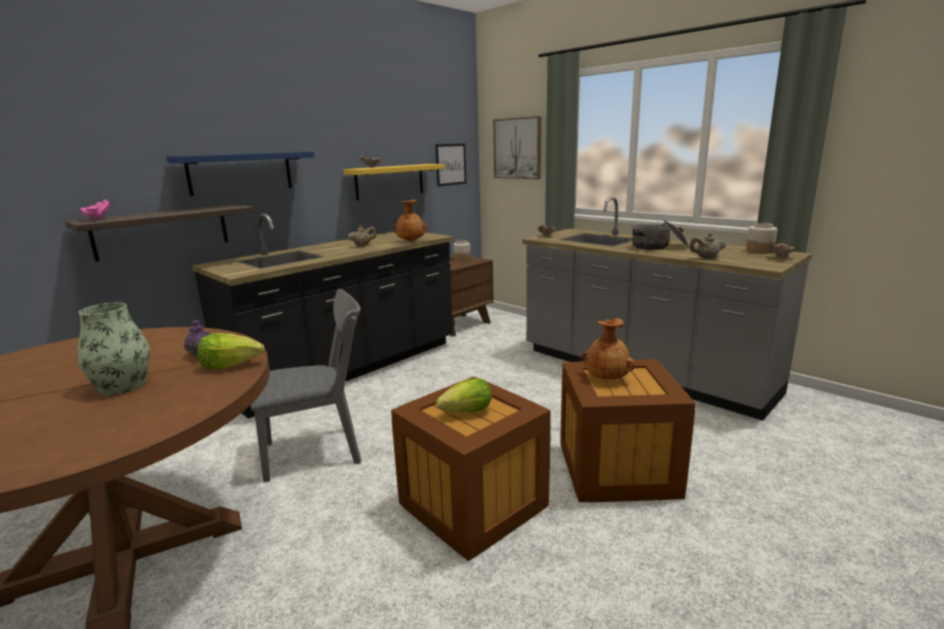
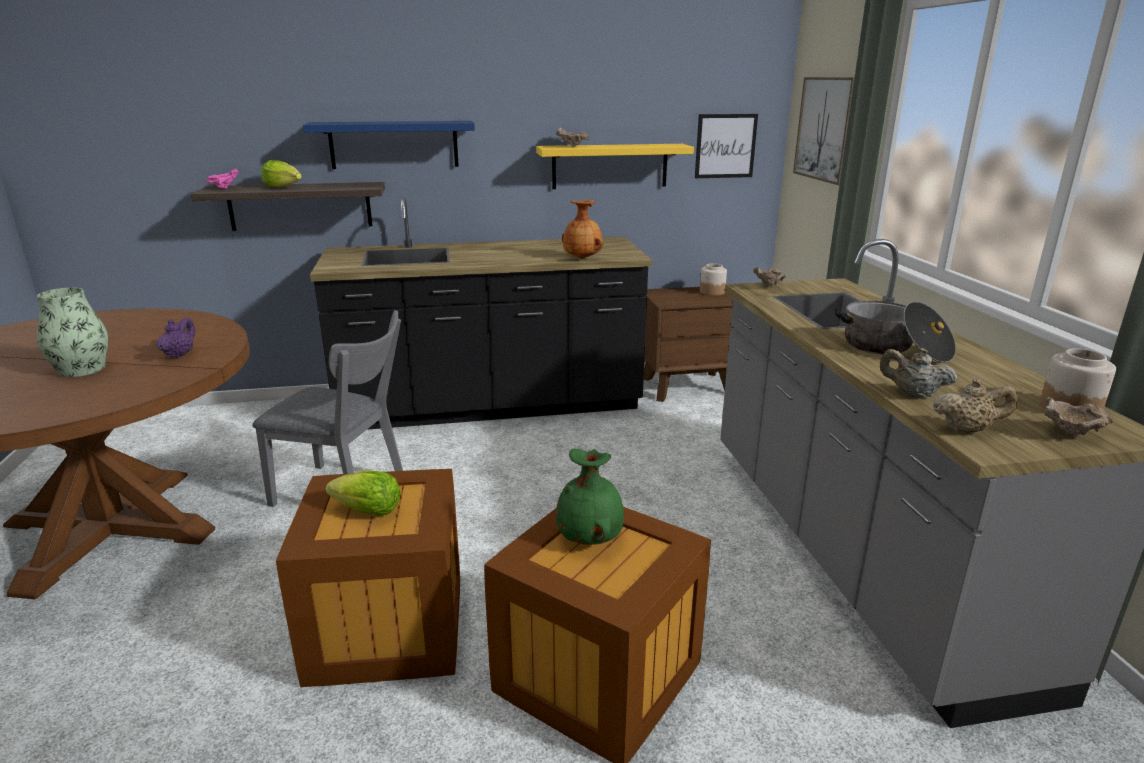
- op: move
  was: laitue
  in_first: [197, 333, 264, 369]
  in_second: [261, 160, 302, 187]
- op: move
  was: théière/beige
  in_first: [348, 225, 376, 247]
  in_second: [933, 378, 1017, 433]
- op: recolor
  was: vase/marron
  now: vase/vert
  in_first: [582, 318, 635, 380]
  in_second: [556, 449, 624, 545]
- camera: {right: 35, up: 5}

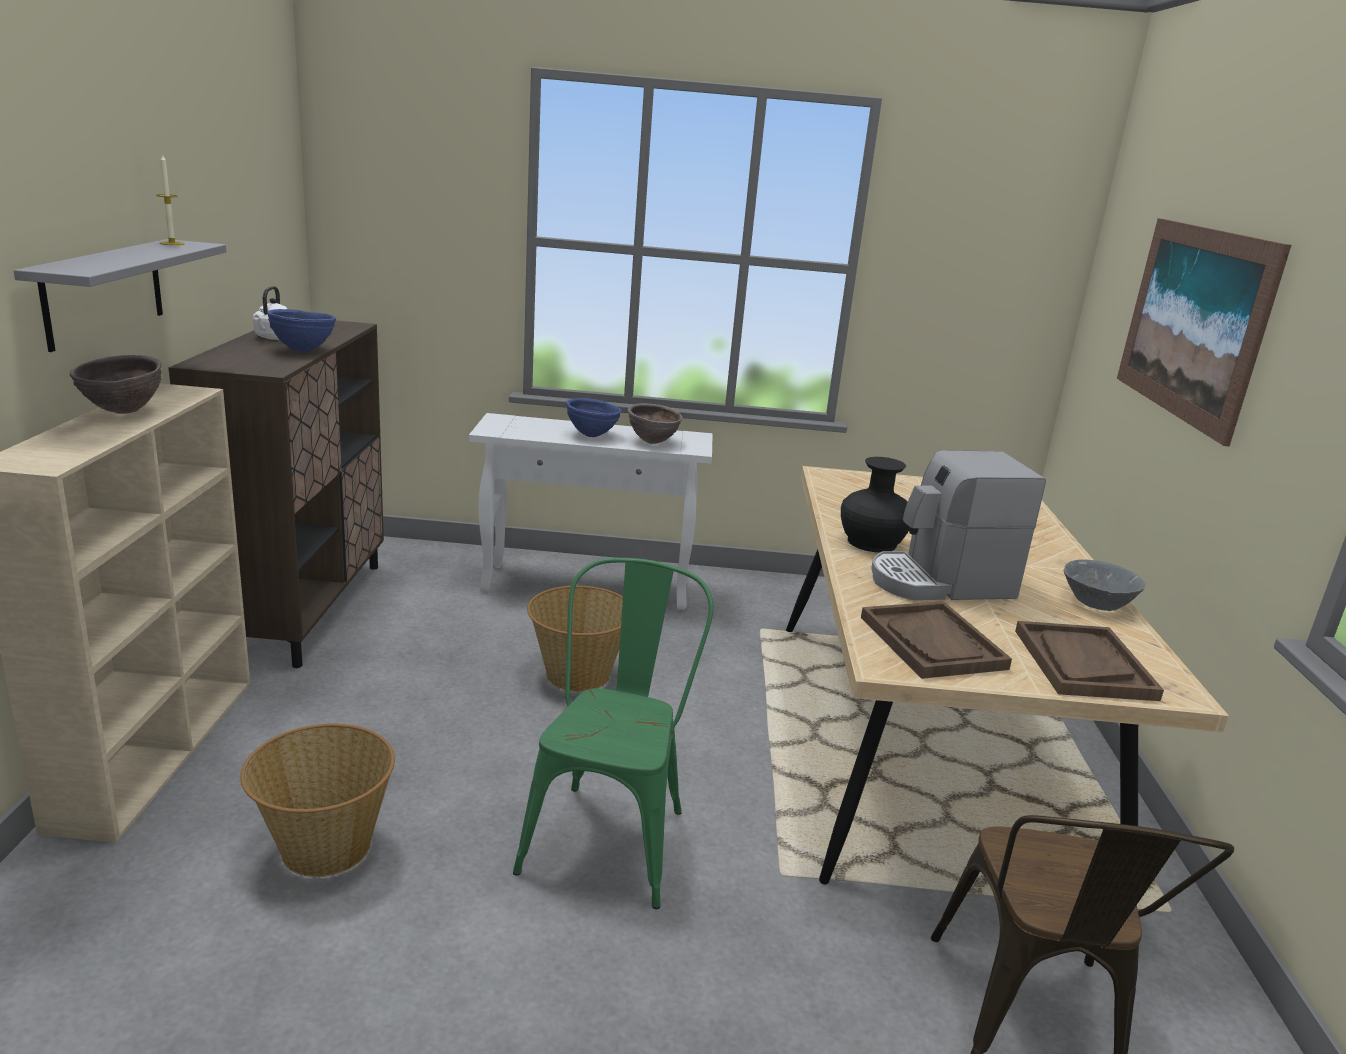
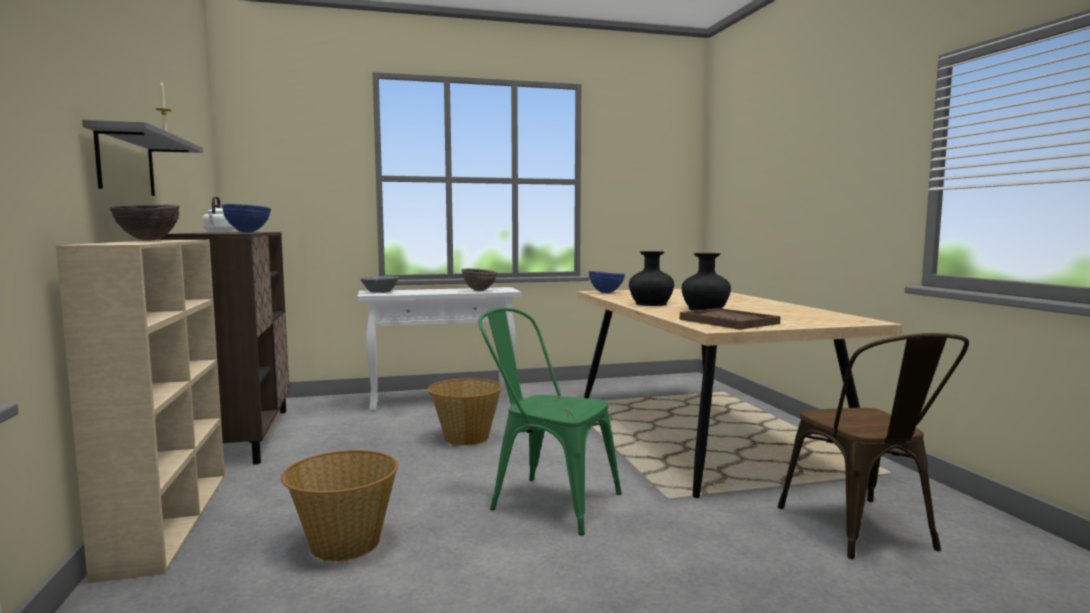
- op: delete
  was: plateau/marron
  in_first: [1015, 621, 1164, 701]
- op: delete
  was: tableau
  in_first: [1117, 218, 1291, 447]
- op: move
  was: bol/bleu
  in_first: [566, 398, 622, 437]
  in_second: [589, 271, 625, 293]
- op: move
  was: bol/gris
  in_first: [1064, 559, 1146, 611]
  in_second: [360, 276, 399, 293]
- op: replace
  was: machine à café
  now: vase/noir
  in_first: [871, 450, 1046, 600]
  in_second: [681, 253, 731, 311]
- op: rotate
  was: chaise/vert
  in_first: [513, 558, 714, 909]
  in_second: [478, 308, 622, 535]
  clockwise: -60
- camera: {right: -15, up: -15}

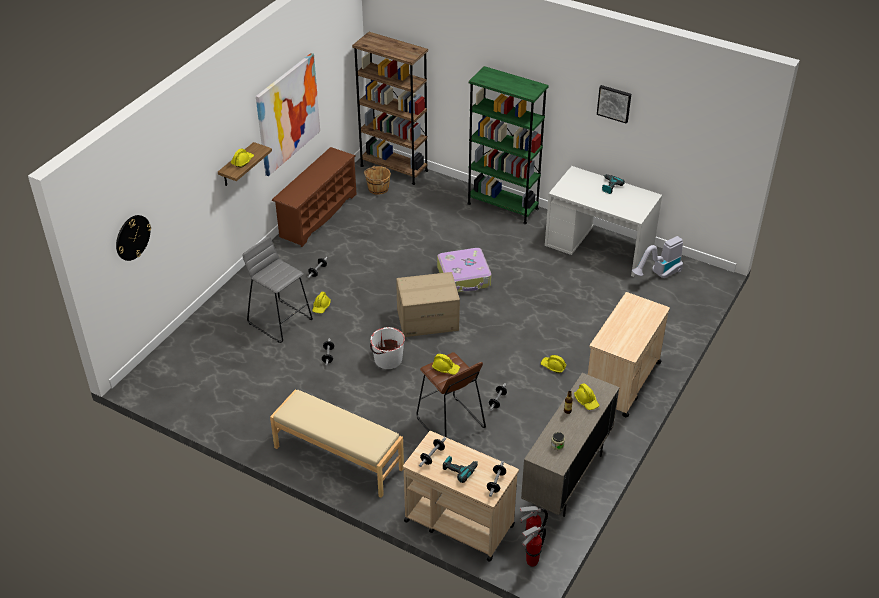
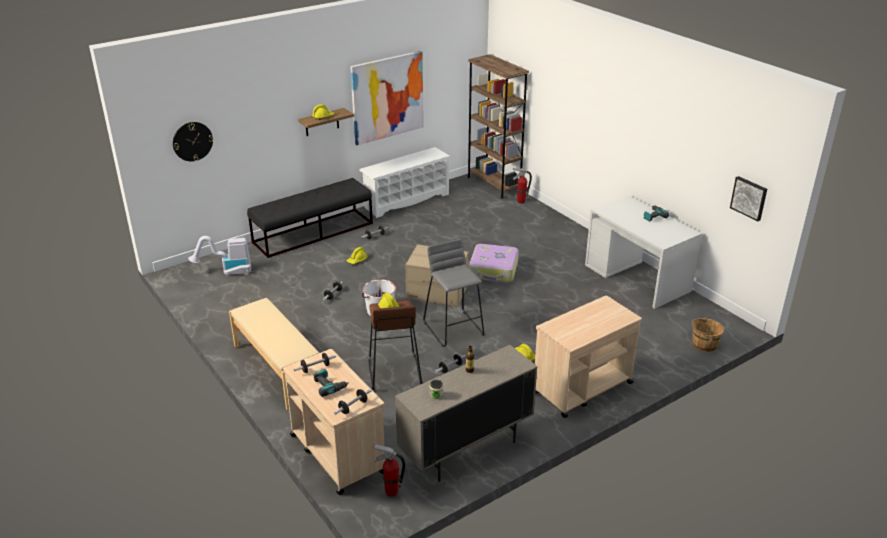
- op: delete
  was: bibliothèque/vert
  in_first: [467, 66, 549, 224]
- op: delete
  was: casque de chantier/jaune
  in_first: [574, 383, 600, 410]
- op: insert
  now: banc/noir
  in_second: [247, 178, 373, 258]
- op: move
  was: tabouret/gris
  in_first: [242, 236, 313, 343]
  in_second: [423, 239, 484, 347]
- op: move
  was: seau/marron
  in_first: [364, 166, 391, 195]
  in_second: [691, 317, 724, 352]
- op: move
  was: extincteur
  in_first: [521, 526, 546, 567]
  in_second: [513, 168, 532, 204]
- op: move
  was: tableau
  in_first: [597, 85, 631, 124]
  in_second: [730, 176, 767, 221]
- op: move
  was: aspirateur
  in_first: [632, 236, 683, 278]
  in_second: [188, 236, 251, 276]
- op: recolor
  was: étagère à chaussures/marron
  now: étagère à chaussures/blanc
  in_first: [272, 147, 357, 247]
  in_second: [359, 147, 451, 218]
- camera: {right: 25, up: -10}

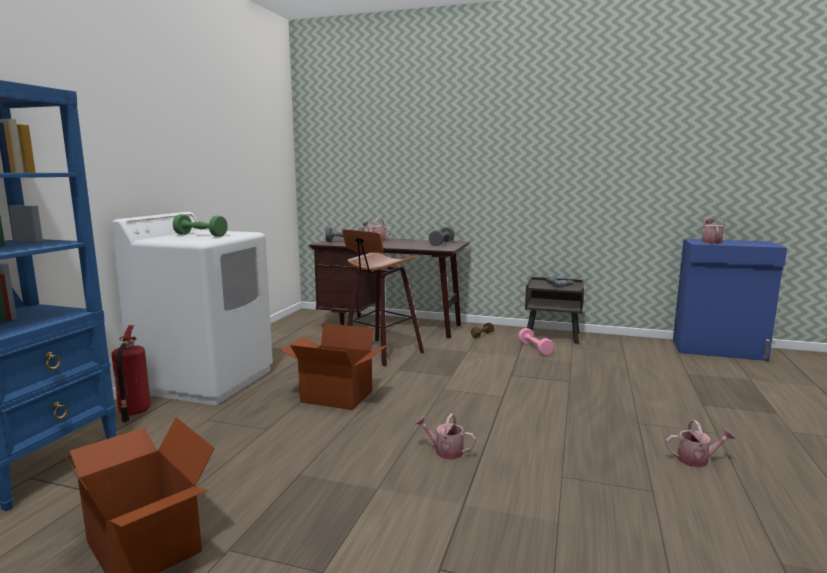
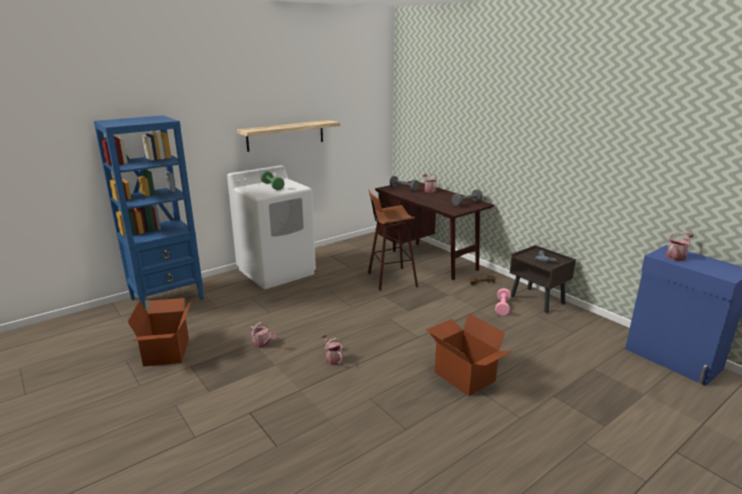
- op: delete
  was: extincteur
  in_first: [112, 325, 151, 423]
- op: insert
  now: étagère
  in_second: [237, 120, 340, 152]
- op: move
  was: carton
  in_first: [280, 323, 389, 410]
  in_second: [426, 313, 513, 396]
- op: move
  was: arrosoir
  in_first: [666, 420, 735, 467]
  in_second: [249, 322, 276, 348]
- camera: {right: 35, up: 10}

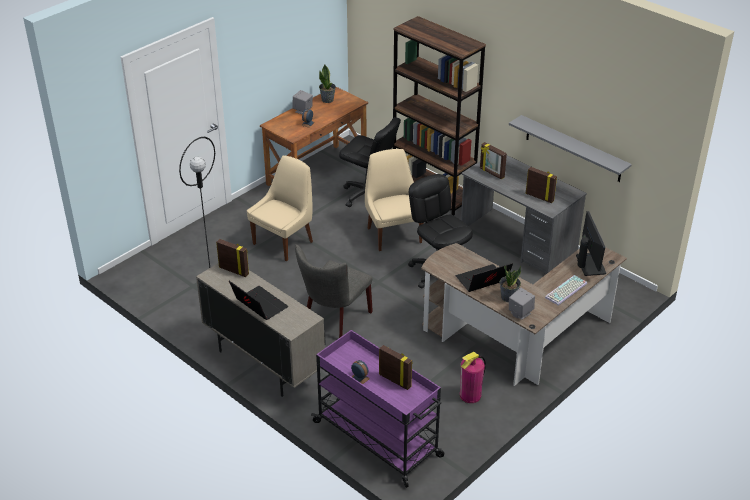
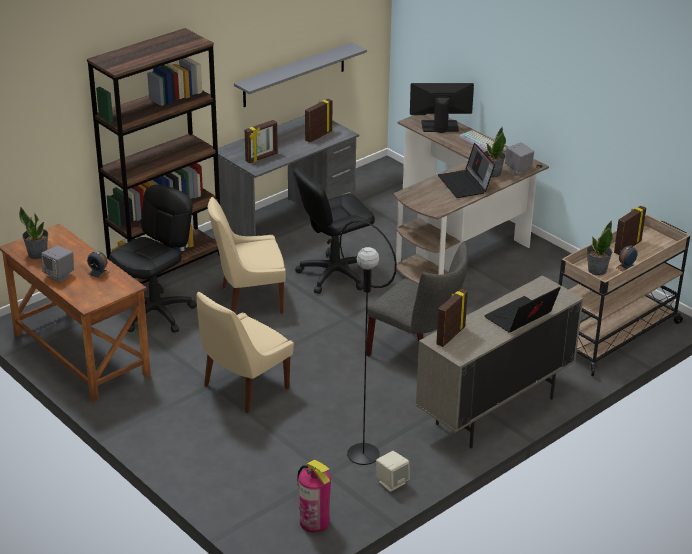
- op: insert
  now: enceinte/beige
  in_second: [376, 451, 410, 492]
- op: insert
  now: plante en pot
  in_second: [586, 220, 613, 275]
- op: move
  was: extincteur
  in_first: [460, 352, 486, 403]
  in_second: [297, 459, 331, 533]
- op: recolor
  was: chariot/violet
  now: chariot/beige
  in_first: [311, 330, 444, 488]
  in_second: [559, 215, 690, 376]
- op: rotate
  was: chaise/beige
  in_first: [247, 155, 313, 261]
  in_second: [197, 292, 294, 413]
  clockwise: -90
- camera: {right: -85, up: -5}

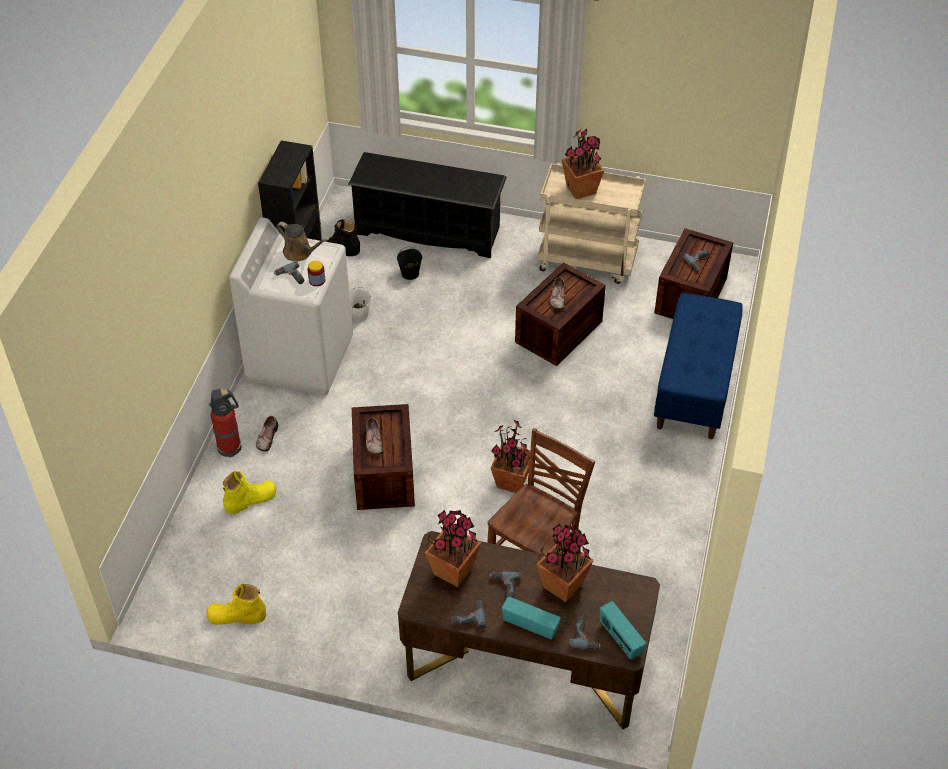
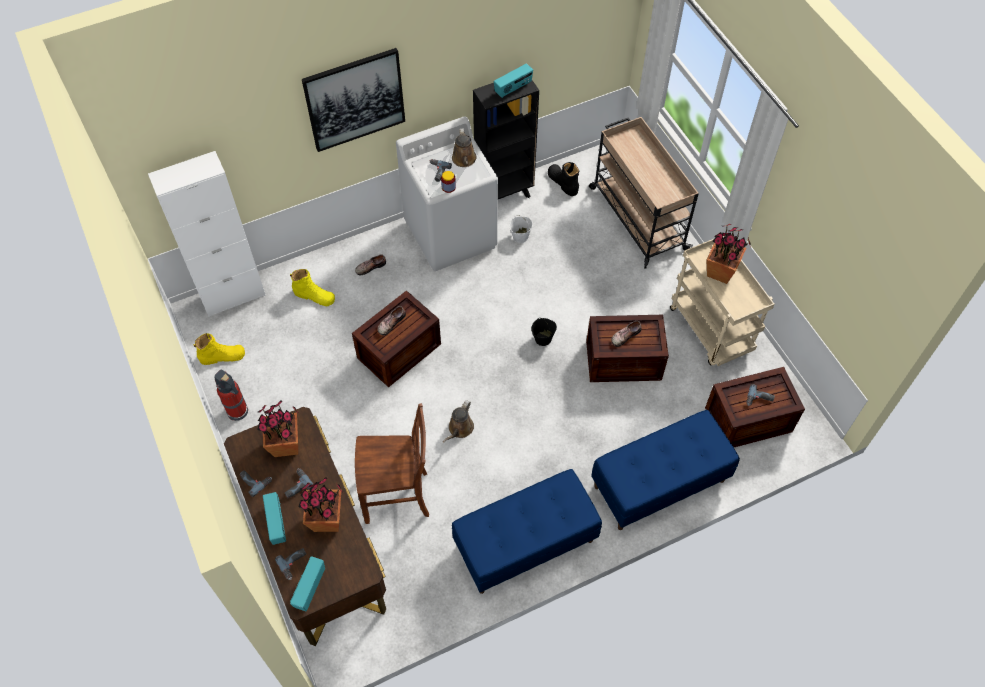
- op: insert
  now: meuble de rangement/blanc
  in_second: [148, 151, 266, 317]
- op: insert
  now: tableau
  in_second: [302, 48, 405, 152]
- op: insert
  now: banc/bleu
  in_second: [452, 469, 602, 594]
- op: insert
  now: radio
  in_second: [494, 63, 533, 98]
- op: move
  was: extincteur
  in_first: [209, 389, 242, 457]
  in_second: [215, 369, 248, 421]
- op: move
  was: seau/noir
  in_first: [397, 246, 422, 280]
  in_second: [531, 318, 557, 346]
- op: replace
  was: étagère à chaussures/noir
  now: chariot/beige
  in_first: [348, 152, 507, 258]
  in_second: [589, 117, 699, 269]
- op: replace
  was: plante en pot
  now: arrosoir/marron
  in_first: [491, 419, 531, 493]
  in_second: [443, 400, 474, 442]
- op: rotate
  was: botte/jaune
  in_first: [207, 584, 266, 625]
  in_second: [194, 333, 245, 365]
  clockwise: 120
- camera: {right: 50, up: 10}

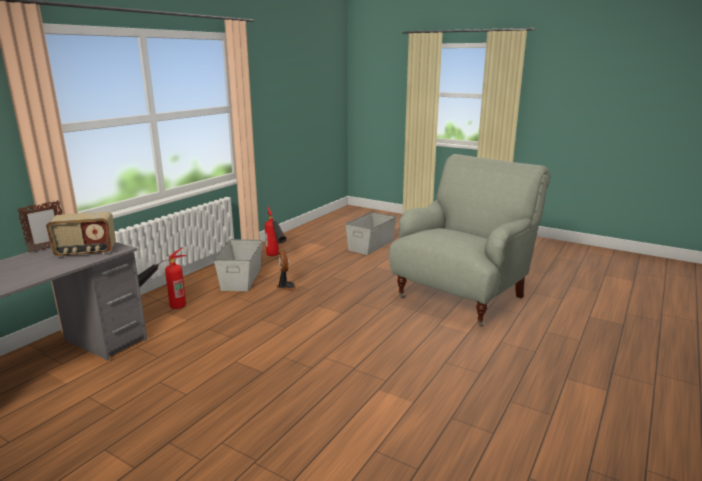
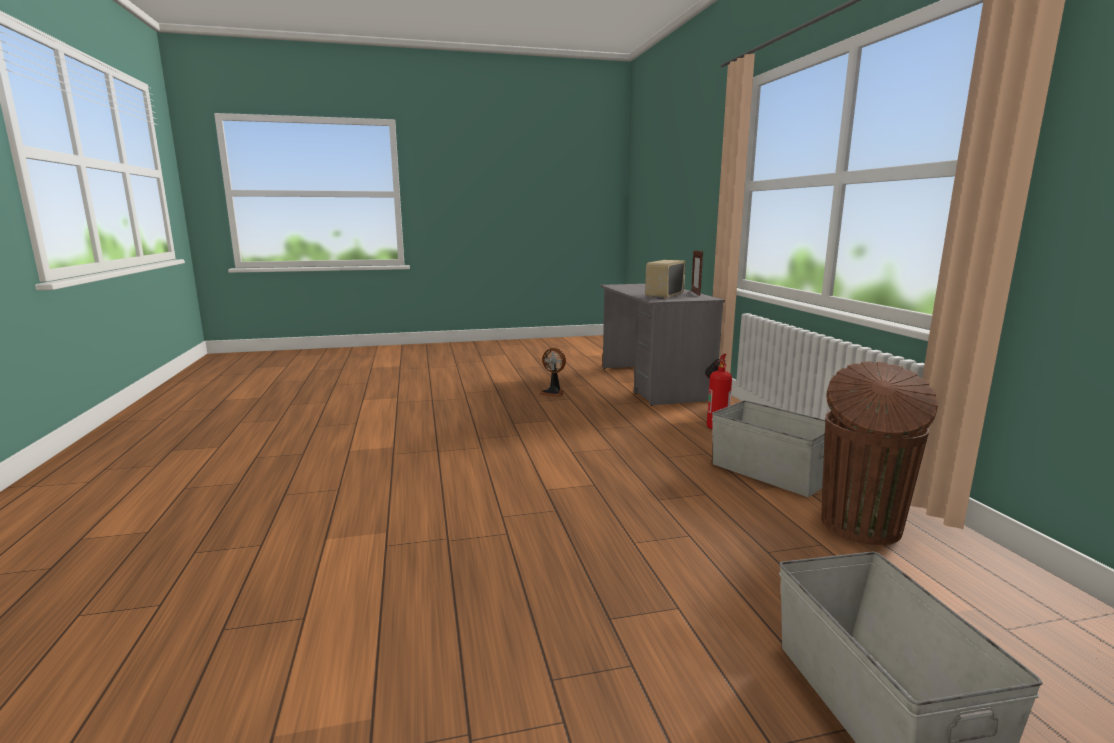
- op: delete
  was: fauteuil/gris
  in_first: [389, 154, 551, 327]
- op: move
  was: ventilateur
  in_first: [277, 251, 297, 291]
  in_second: [538, 348, 566, 397]
- op: replace
  was: extincteur
  now: poubelle/marron
  in_first: [265, 207, 287, 256]
  in_second: [821, 361, 938, 545]
- camera: {right: 135, up: -5}

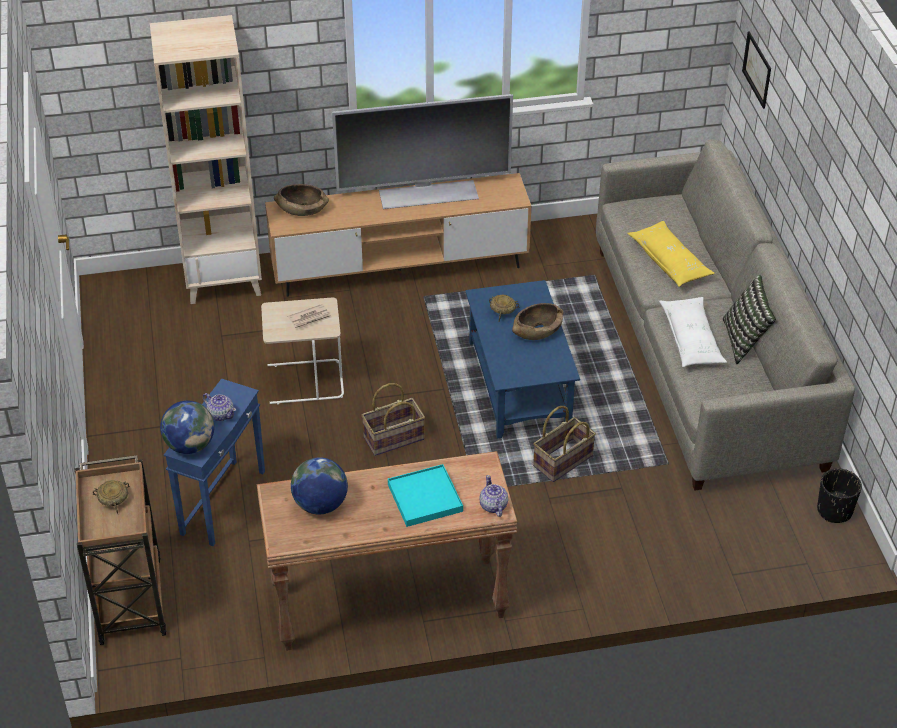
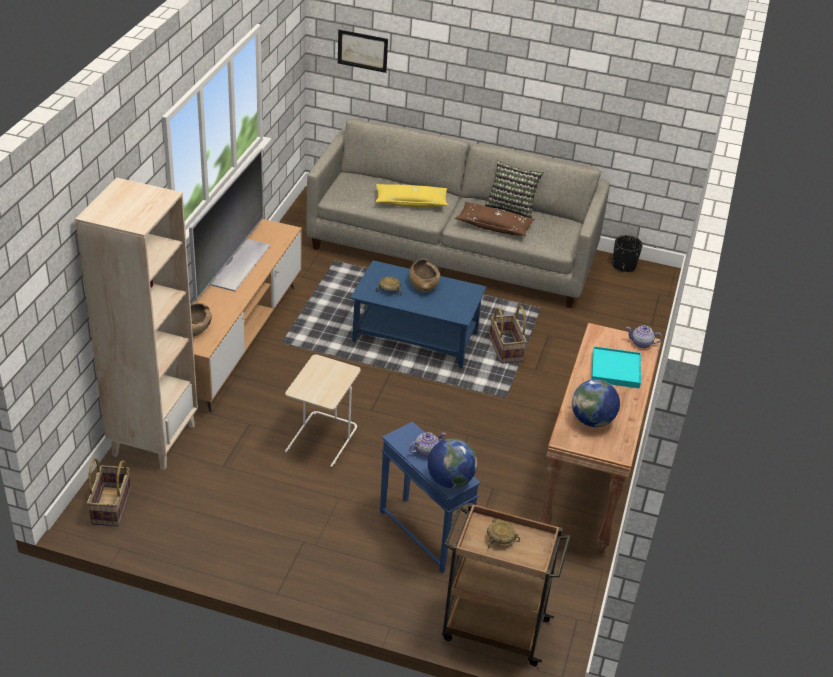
- op: delete
  was: journal
  in_first: [288, 304, 332, 330]
- op: move
  was: panier
  in_first: [362, 383, 425, 456]
  in_second: [87, 458, 131, 526]
- op: recolor
  was: coussin/blanc
  now: coussin/marron
  in_first: [659, 297, 727, 367]
  in_second: [455, 202, 534, 236]
- camera: {right: -65, up: -5}

